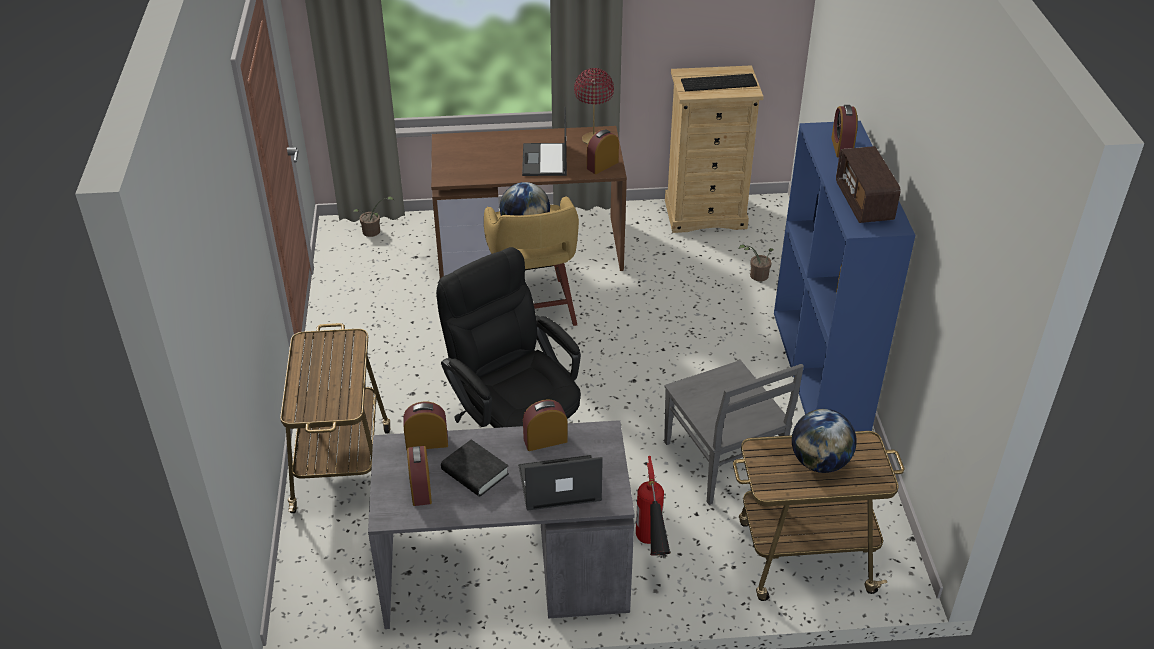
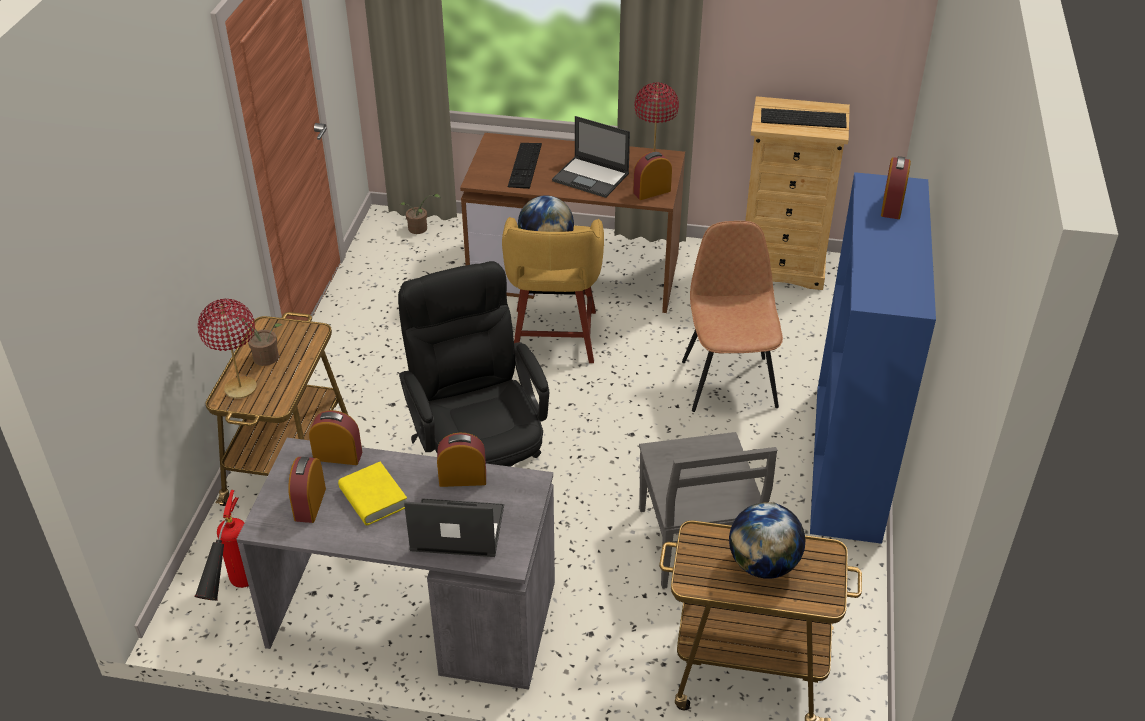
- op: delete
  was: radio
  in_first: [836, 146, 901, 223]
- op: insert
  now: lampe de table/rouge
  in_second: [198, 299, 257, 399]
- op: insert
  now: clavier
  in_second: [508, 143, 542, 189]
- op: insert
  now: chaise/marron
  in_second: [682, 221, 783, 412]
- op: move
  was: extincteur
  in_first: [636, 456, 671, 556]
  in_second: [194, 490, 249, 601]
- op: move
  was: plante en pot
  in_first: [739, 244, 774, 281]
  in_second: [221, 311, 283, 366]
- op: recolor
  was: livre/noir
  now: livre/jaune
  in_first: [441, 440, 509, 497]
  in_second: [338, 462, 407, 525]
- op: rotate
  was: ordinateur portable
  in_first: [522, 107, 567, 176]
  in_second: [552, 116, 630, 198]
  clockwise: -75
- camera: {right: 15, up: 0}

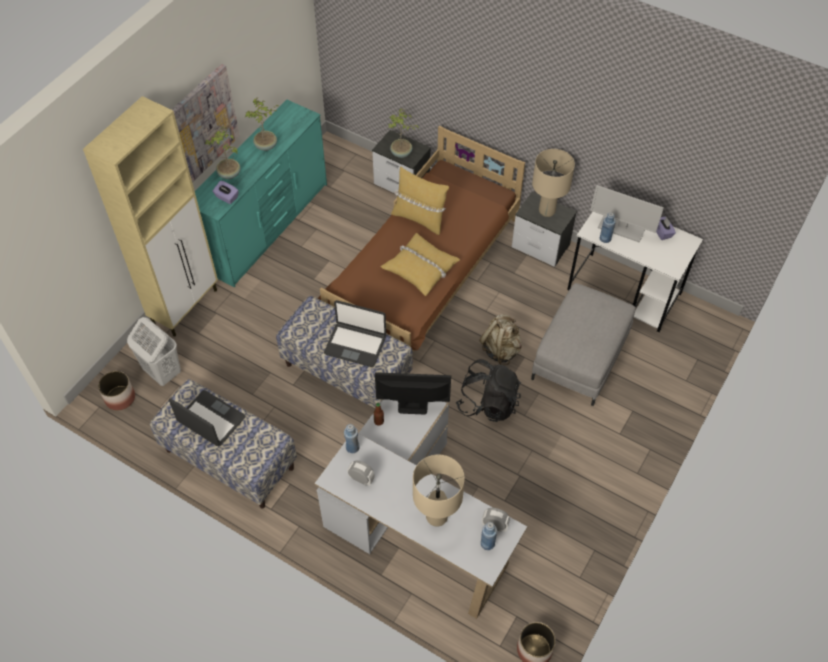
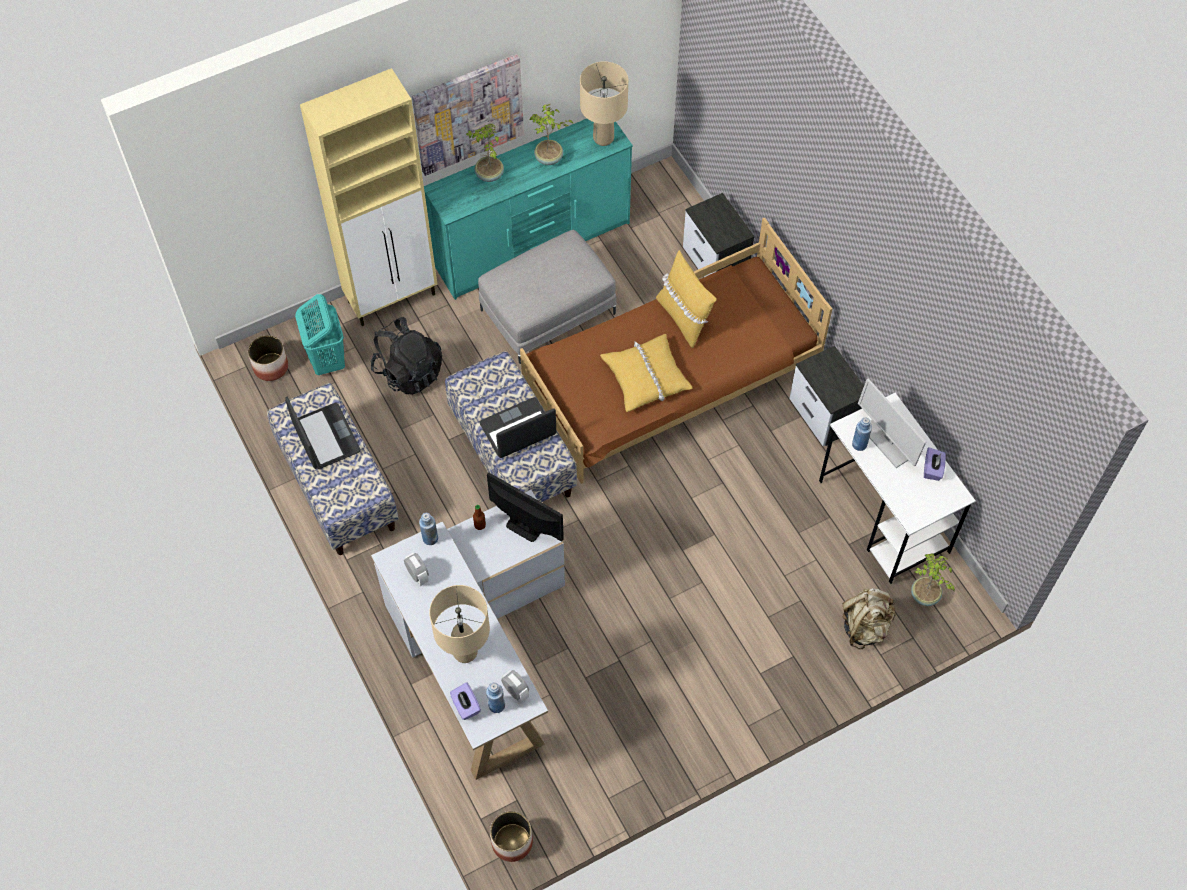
- op: move
  was: boîte à mouchoirs/violet
  in_first: [212, 181, 239, 204]
  in_second: [450, 682, 481, 720]
- op: move
  was: plante en pot
  in_first: [388, 108, 419, 158]
  in_second: [911, 553, 955, 606]
- op: move
  was: sac à dos/noir
  in_first: [456, 359, 521, 422]
  in_second: [370, 317, 442, 395]
- op: move
  was: sac à dos/beige
  in_first: [480, 314, 522, 365]
  in_second: [842, 588, 896, 649]
- op: move
  was: pouf/gris
  in_first: [531, 283, 636, 406]
  in_second: [478, 230, 617, 364]
- op: move
  was: lampe de table/beige
  in_first: [532, 149, 575, 217]
  in_second: [580, 61, 628, 146]
- op: recolor
  was: panier à linge/blanc
  now: panier à linge/turquoise
  in_first: [127, 317, 181, 386]
  in_second: [295, 294, 345, 375]
- op: rotate
  was: ordinateur portable
  in_first: [324, 300, 386, 367]
  in_second: [480, 397, 556, 458]
  clockwise: 105
- camera: {right: 30, up: 5}

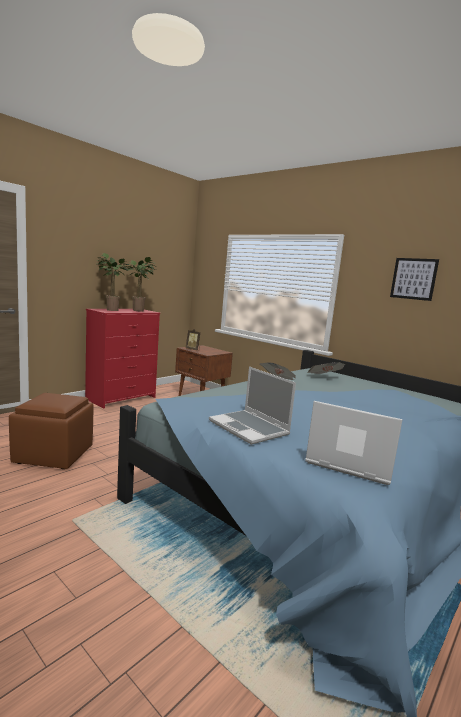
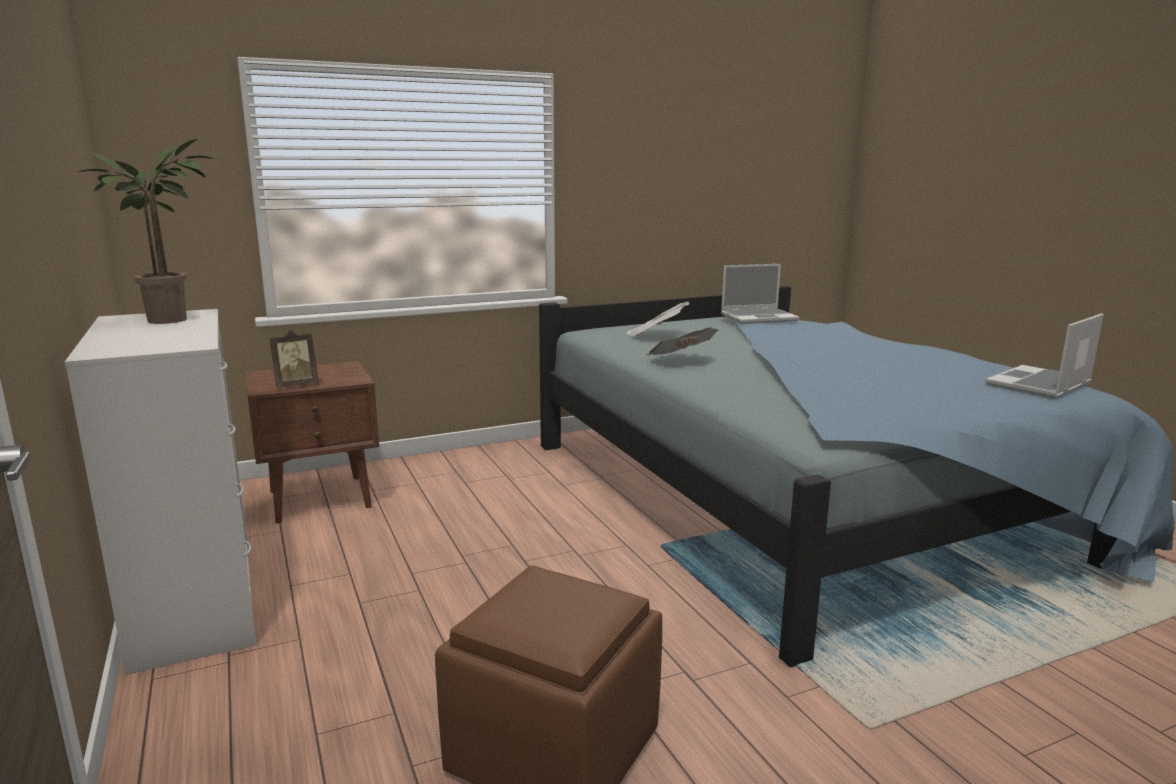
- op: delete
  was: plante en pot
  in_first: [97, 253, 130, 311]
- op: delete
  was: tableau
  in_first: [390, 258, 439, 301]
- op: move
  was: ordinateur portable
  in_first: [209, 367, 296, 445]
  in_second: [721, 264, 800, 324]
- op: recolor
  was: commode/rouge
  now: commode/blanc
  in_first: [85, 309, 160, 409]
  in_second: [65, 309, 257, 675]
- camera: {right: -65, up: 5}

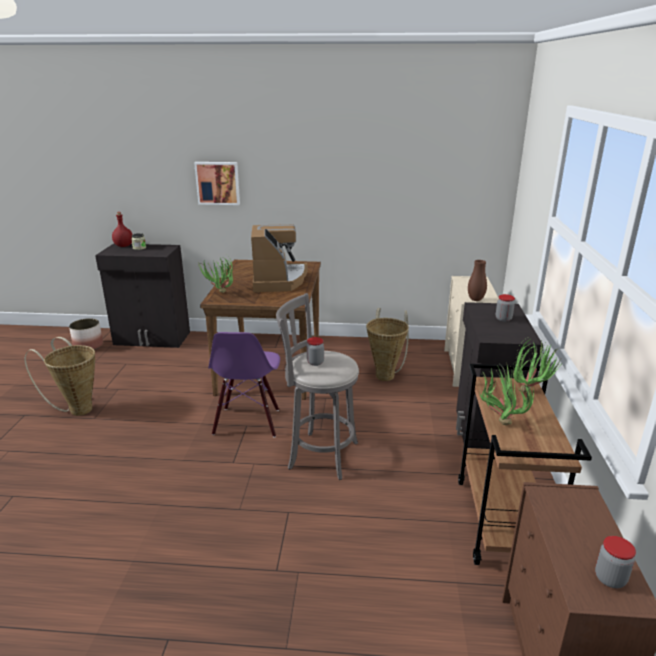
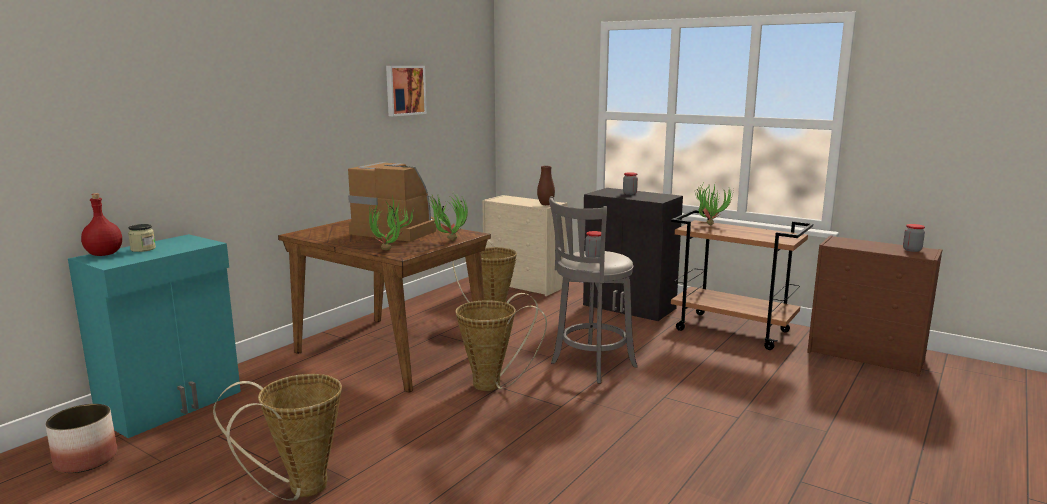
- op: move
  was: tableau
  in_first: [194, 162, 240, 205]
  in_second: [386, 66, 427, 116]
- op: move
  was: plante en pot
  in_first: [479, 364, 534, 425]
  in_second: [427, 192, 468, 241]
- op: replace
  was: chaise/violet
  now: panier
  in_first: [208, 332, 280, 438]
  in_second: [455, 293, 547, 391]
- op: recolor
  was: meuble de rangement/noir
  now: meuble de rangement/turquoise
  in_first: [95, 244, 190, 348]
  in_second: [68, 234, 241, 438]
- camera: {right: -60, up: -10}

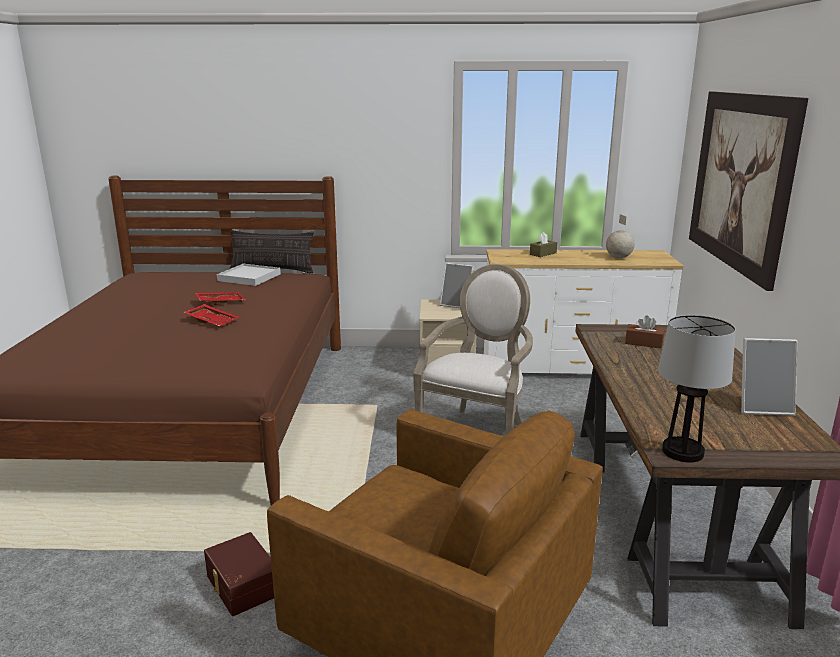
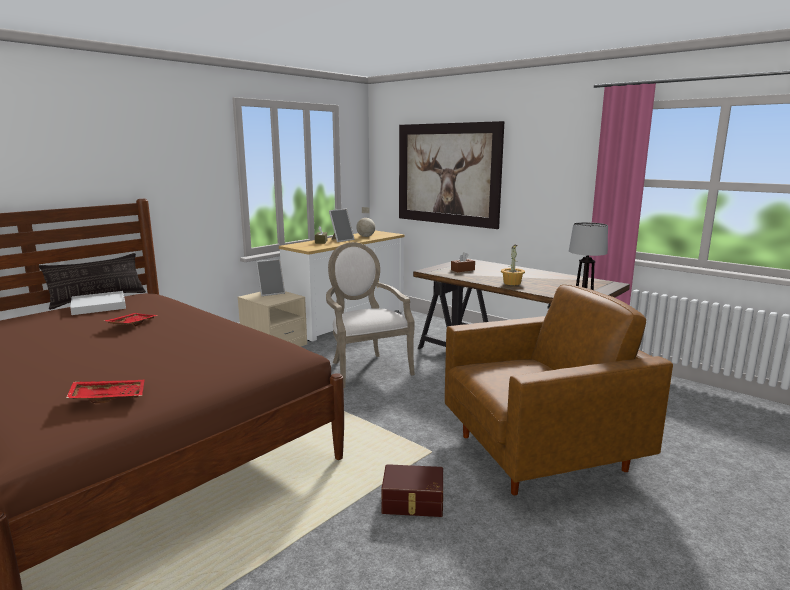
- op: insert
  now: plante en pot
  in_second: [501, 244, 525, 285]
- op: move
  was: plateau/rouge
  in_first: [184, 304, 239, 327]
  in_second: [66, 380, 144, 403]
- op: move
  was: cadre photo
  in_first: [741, 338, 797, 416]
  in_second: [329, 209, 354, 242]
- camera: {right: -50, up: -5}

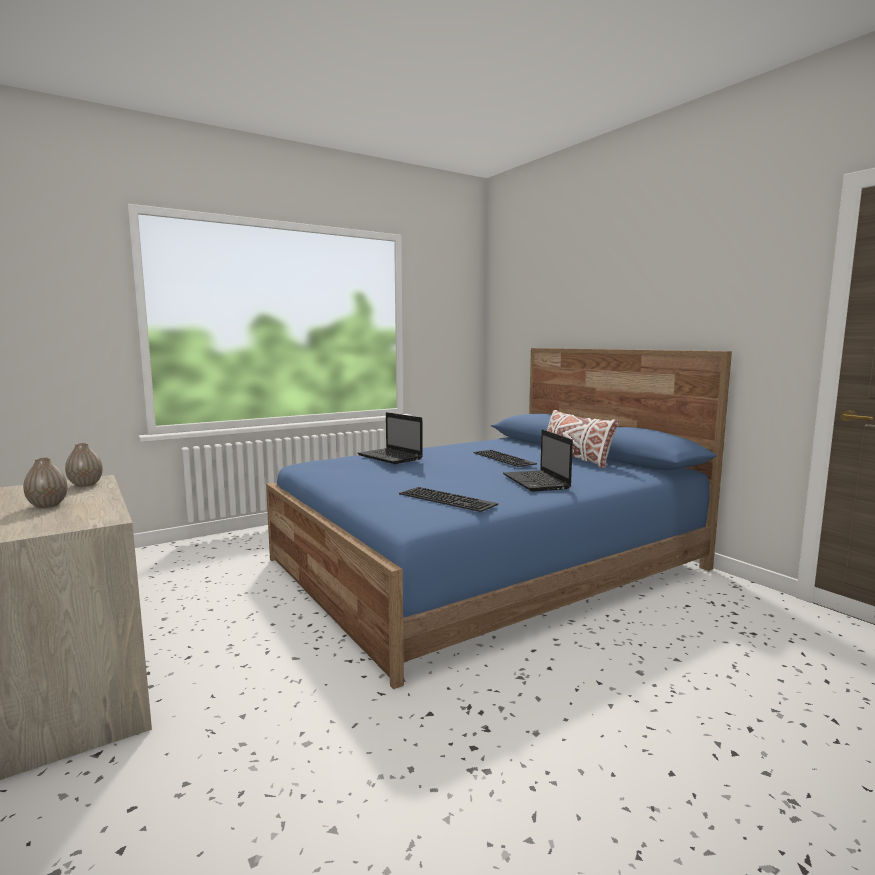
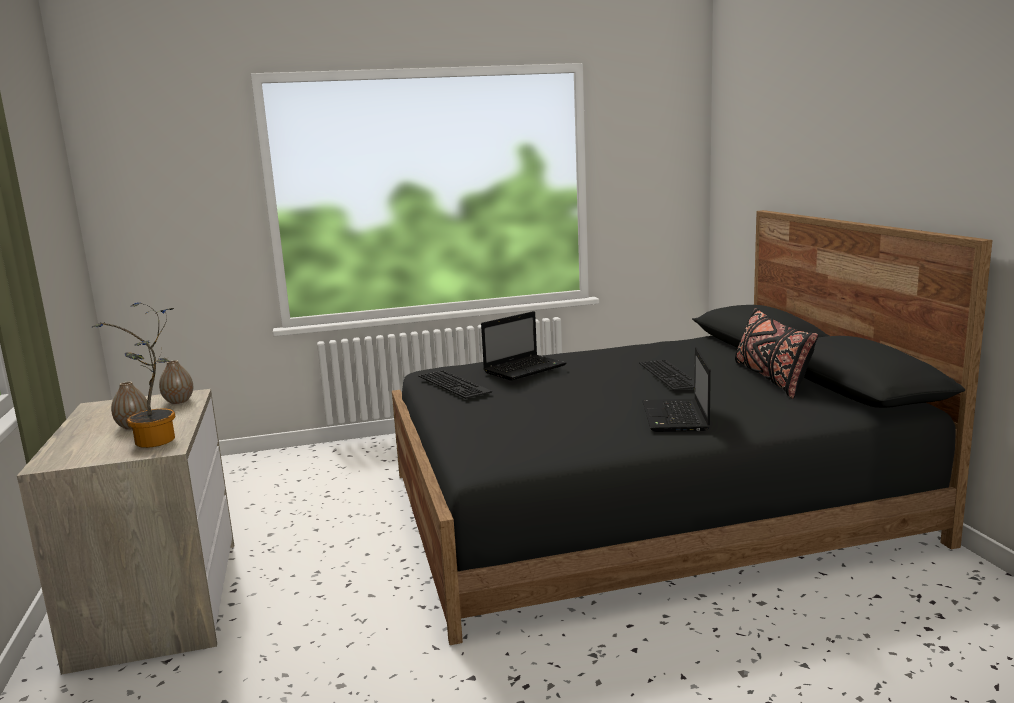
- op: insert
  now: plante en pot
  in_second: [92, 302, 176, 448]
- op: move
  was: clavier
  in_first: [399, 487, 498, 512]
  in_second: [418, 370, 492, 399]
- op: recolor
  was: lit/bleu
  now: lit/noir
  in_first: [266, 348, 732, 689]
  in_second: [392, 210, 992, 645]
- op: recolor
  was: coussin/blanc
  now: coussin/noir
  in_first: [547, 410, 620, 468]
  in_second: [735, 308, 818, 399]
- op: rotate
  was: ordinateur portable
  in_first: [358, 412, 423, 464]
  in_second: [481, 311, 566, 381]
  clockwise: -105
- camera: {right: 20, up: 5}

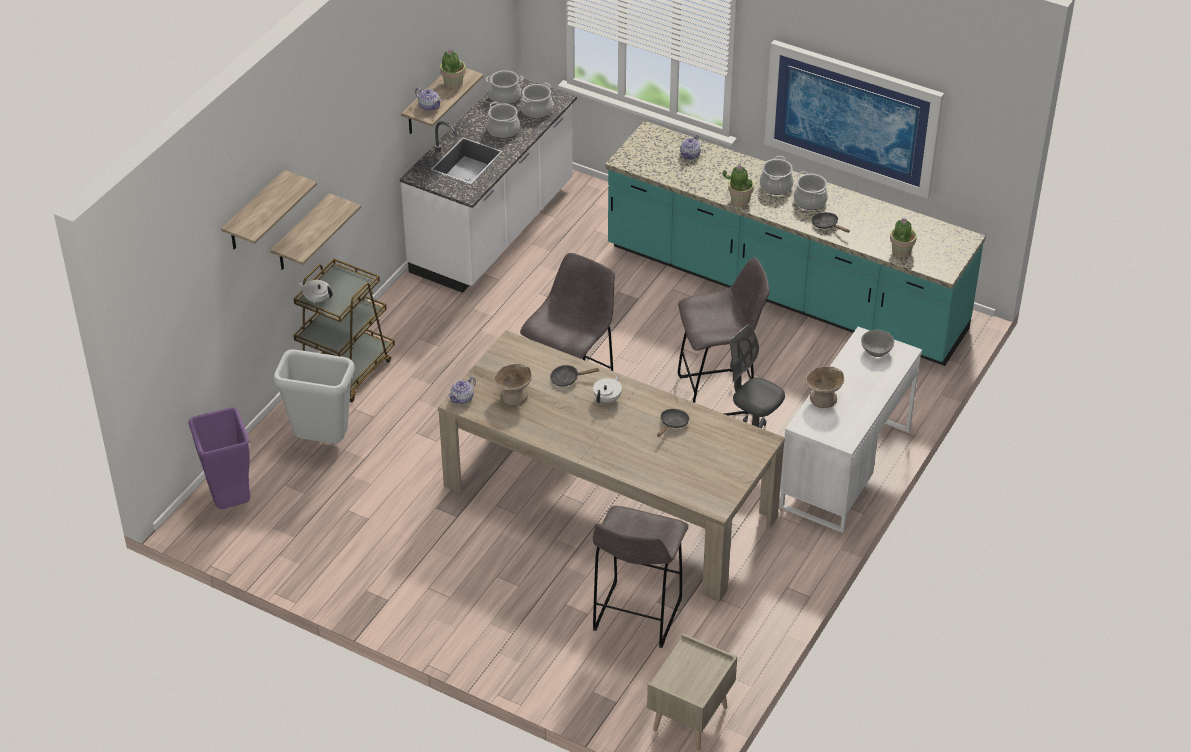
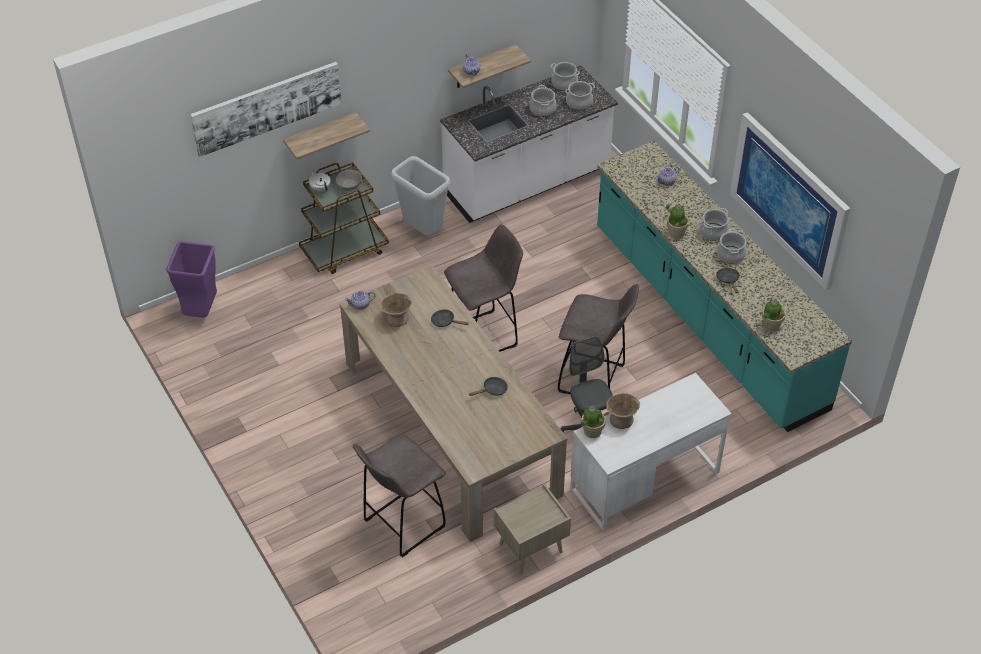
- op: delete
  was: théière/blanc
  in_first: [593, 375, 622, 403]
- op: move
  was: poubelle/gris
  in_first: [273, 349, 355, 443]
  in_second: [391, 156, 451, 235]
- op: move
  was: plante en pot
  in_first: [440, 49, 466, 89]
  in_second: [581, 406, 606, 438]
- op: move
  was: table de chevet/beige
  in_first: [647, 633, 737, 751]
  in_second: [494, 484, 571, 574]
- op: move
  was: bol/gris
  in_first: [861, 330, 894, 357]
  in_second: [336, 170, 362, 191]
- op: replace
  was: étagère
  now: tableau
  in_first: [221, 170, 317, 250]
  in_second: [190, 62, 341, 157]
- camera: {right: 30, up: 5}

